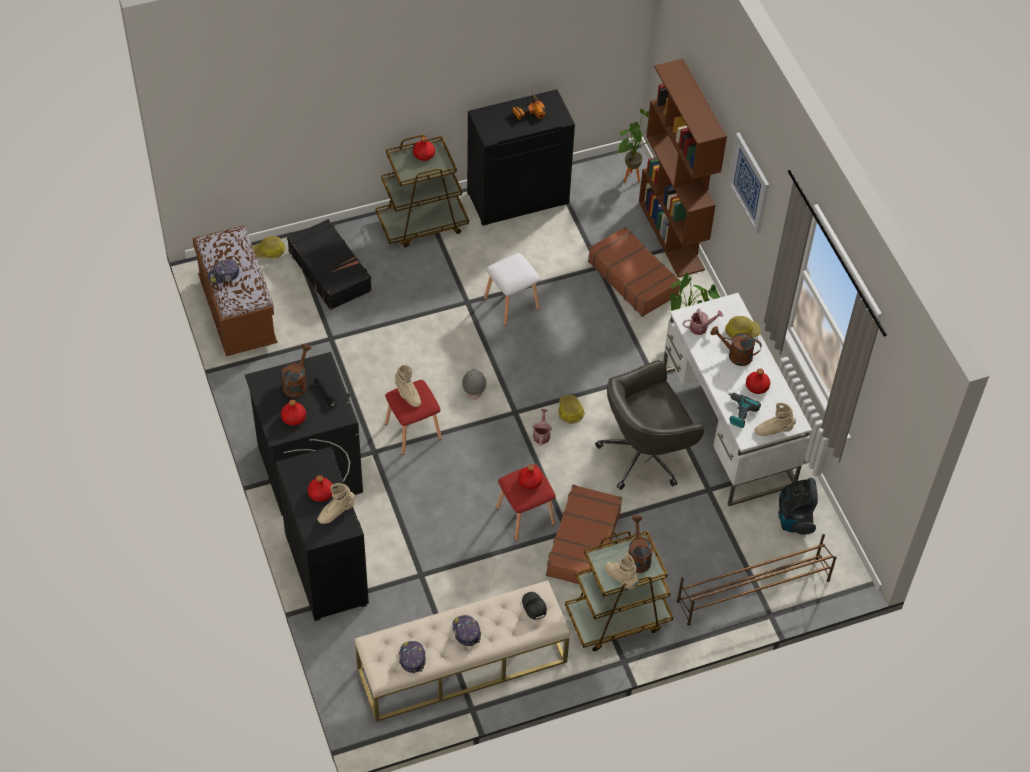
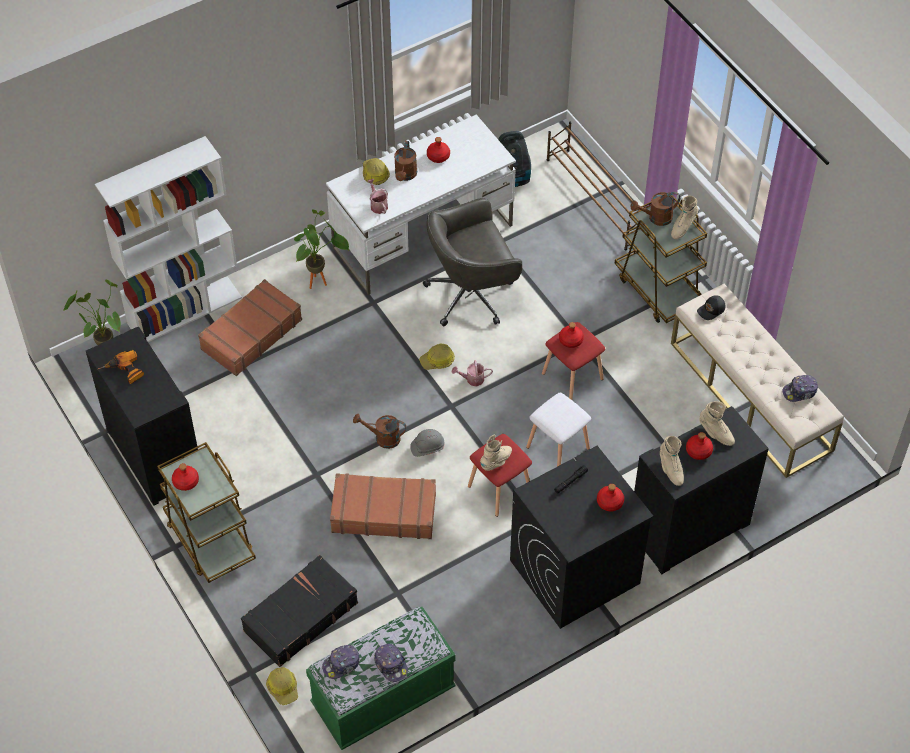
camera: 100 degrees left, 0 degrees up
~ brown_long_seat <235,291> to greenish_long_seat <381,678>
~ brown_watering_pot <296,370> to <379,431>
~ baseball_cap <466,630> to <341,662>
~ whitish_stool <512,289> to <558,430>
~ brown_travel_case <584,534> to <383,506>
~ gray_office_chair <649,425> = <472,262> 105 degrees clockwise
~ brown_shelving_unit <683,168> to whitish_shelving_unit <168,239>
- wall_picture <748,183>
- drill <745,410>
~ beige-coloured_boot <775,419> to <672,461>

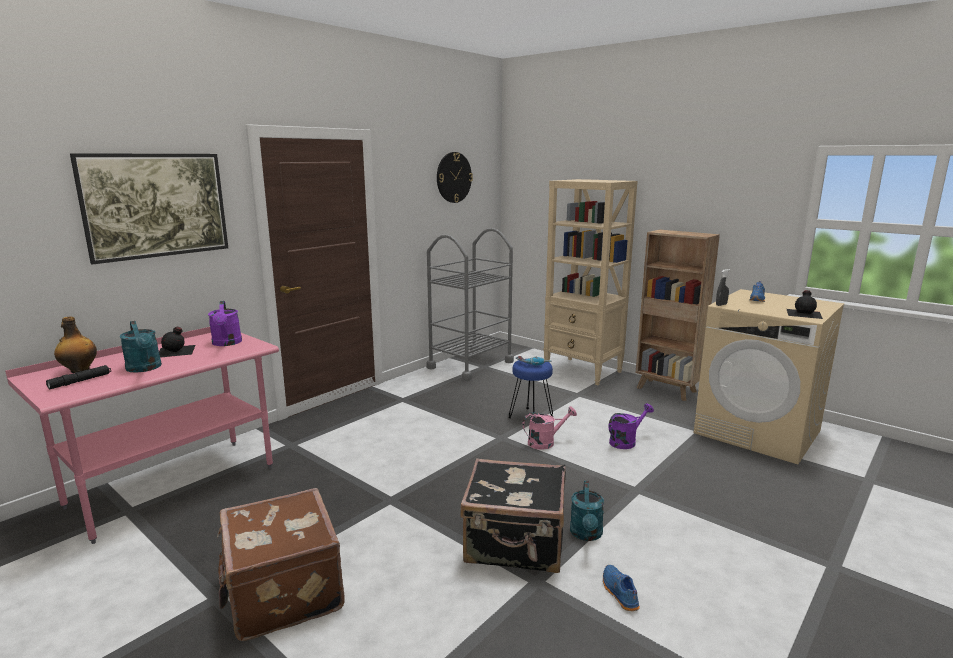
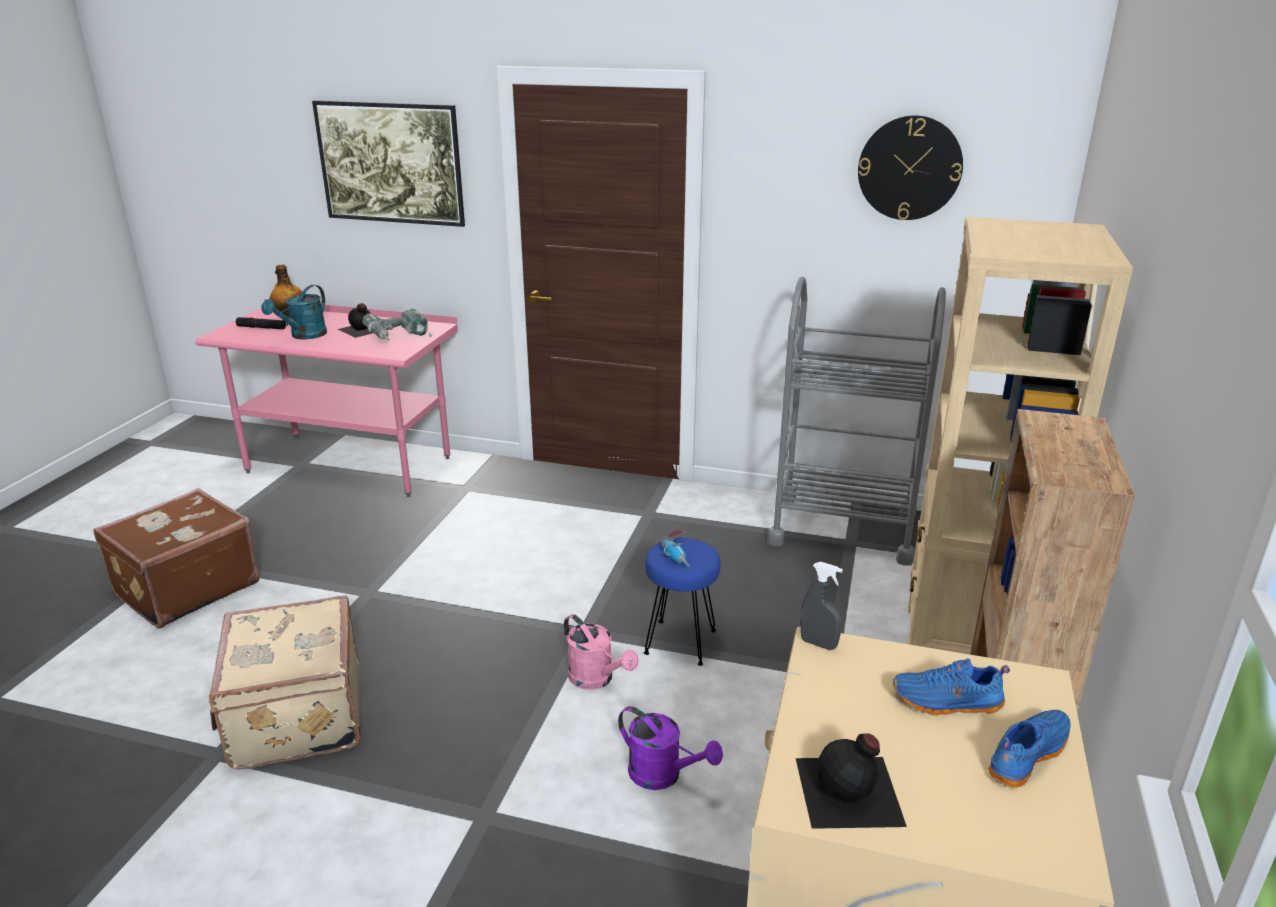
camera: 65 degrees right, 10 degrees up
~ purple-coloured_watering_pot <225,323> to drill <397,324>
~ black-coloured_travel_case <513,515> to beige-coloured_travel_case <284,682>
- turquoise-coloured_watering_pot <587,511>
~ blue-coloured_low_shoe <621,588> to <1029,749>

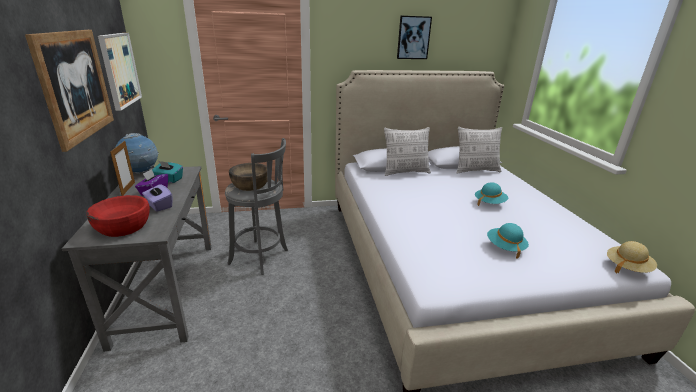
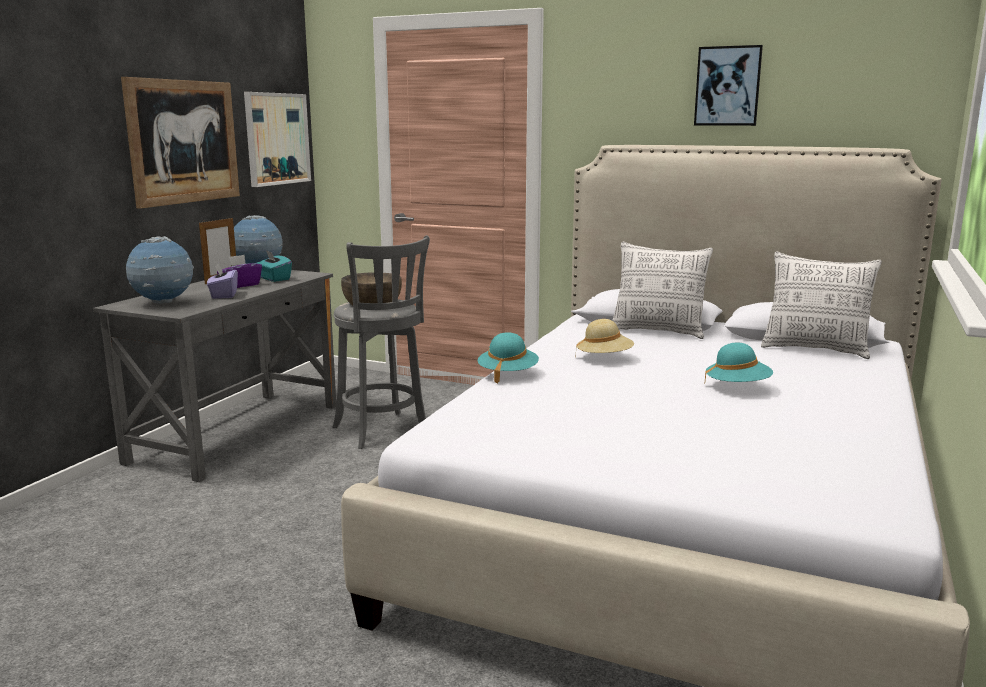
camera: 35 degrees right, 10 degrees down
~ reddish_deep_dish <118,216> to globe <160,270>
~ turquoise-coloured_clothing_hat <508,241> to <508,358>
~ beige-coloured_clothing_hat <632,257> to <605,336>

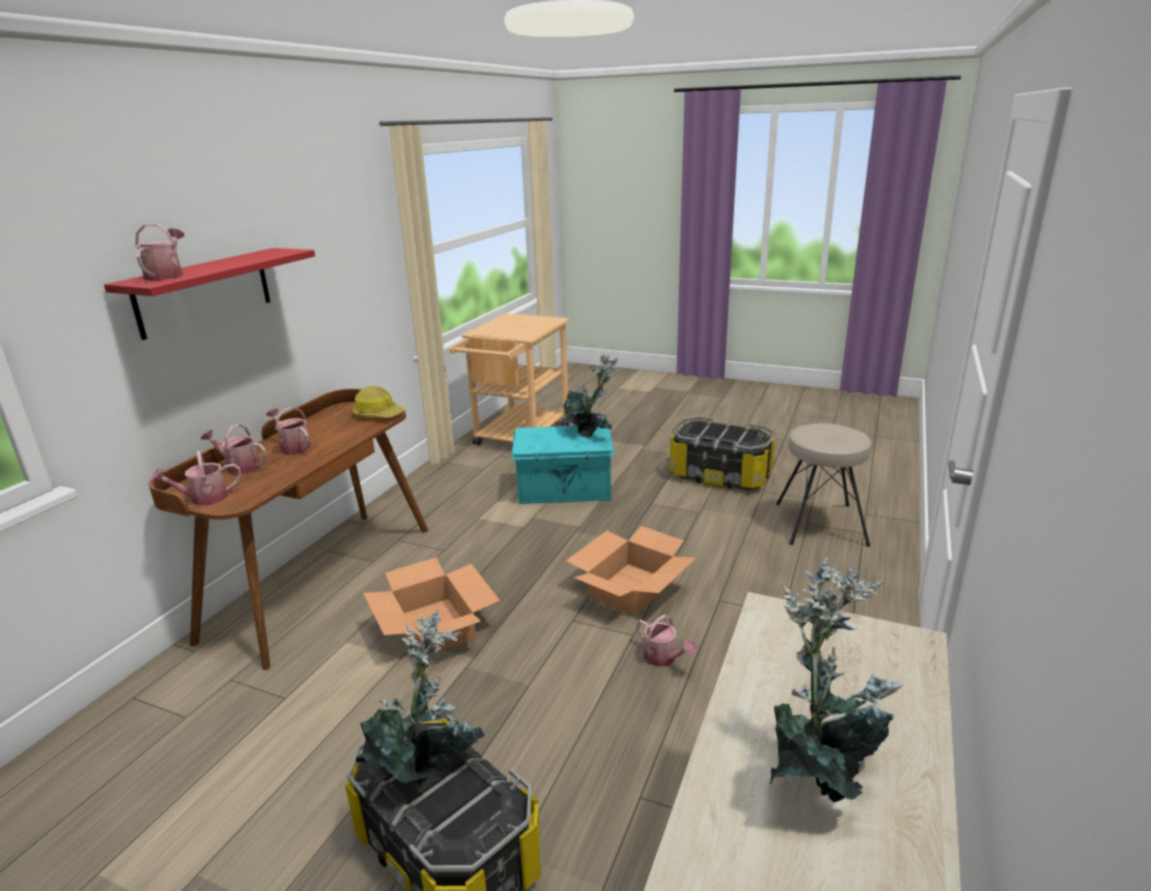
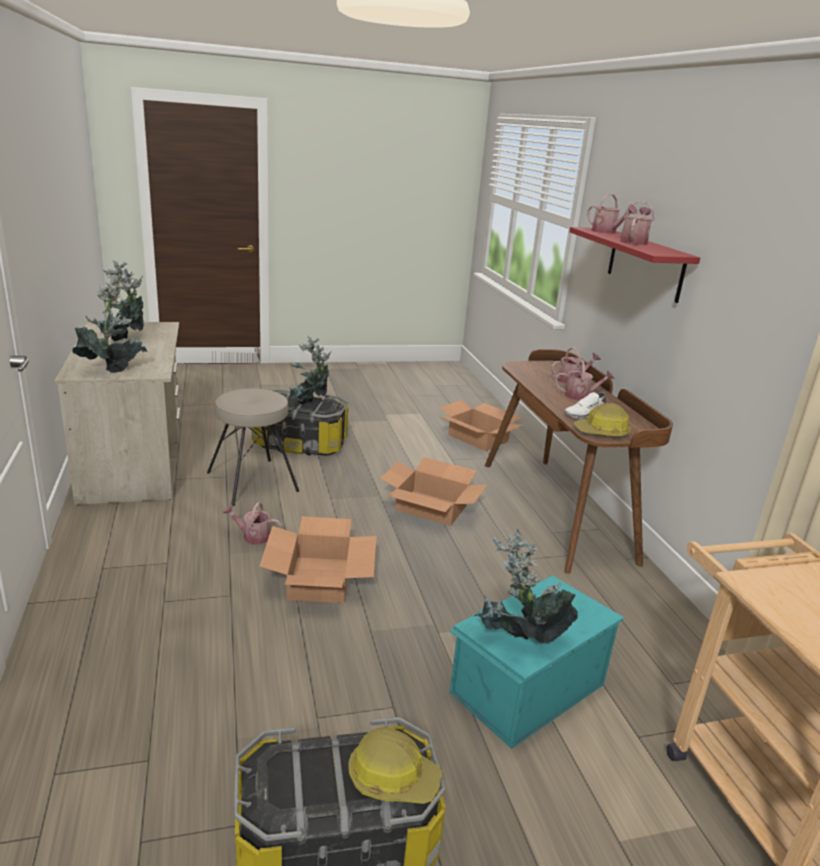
camera: 140 degrees right, 0 degrees up
~ watering_pot <196,478> to <637,223>
~ beige-coloured_stool <823,485> to <253,447>
+ potted_plant <109,323>
+ work_helmet <395,765>
+ cardboard_box <481,425>
+ whitish_low_shoe <585,406>

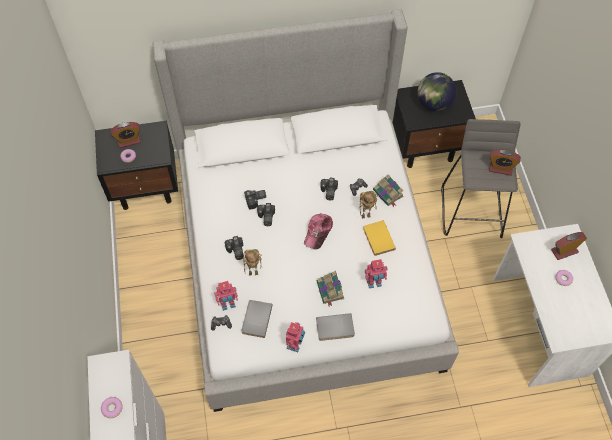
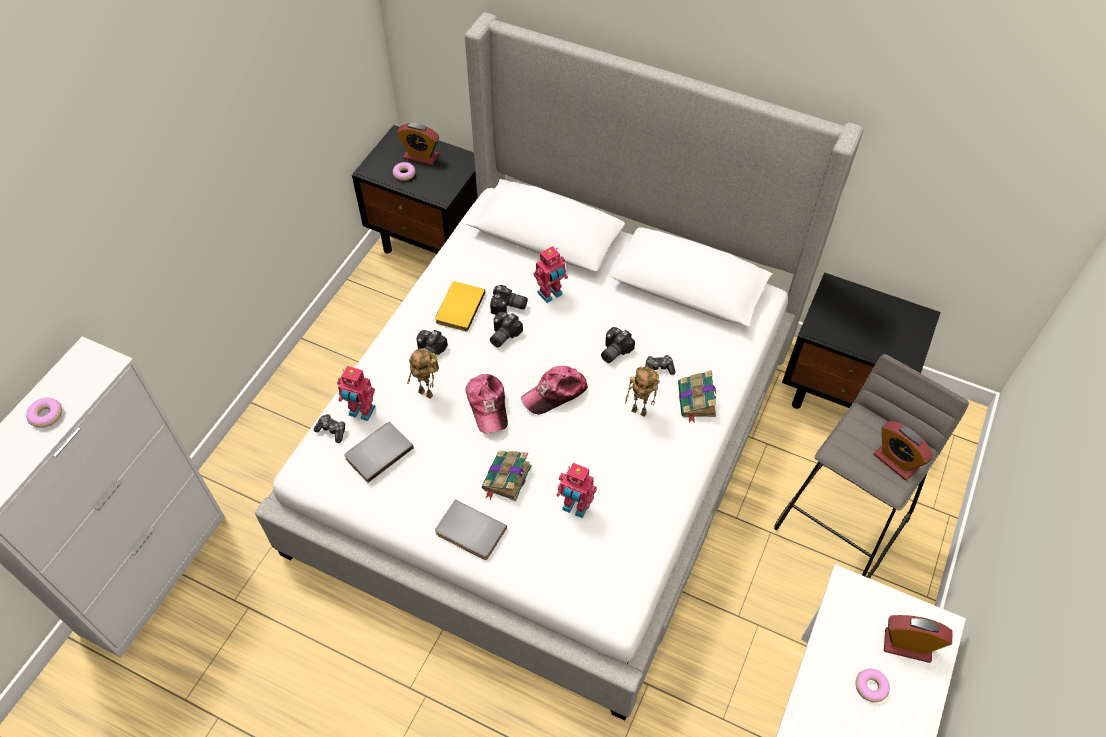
camera: 35 degrees right, 5 degrees down
~ model_robot <295,337> to <551,274>
~ yellow_book <379,238> to <460,307>
- globe <436,91>
+ baseball_cap <486,403>

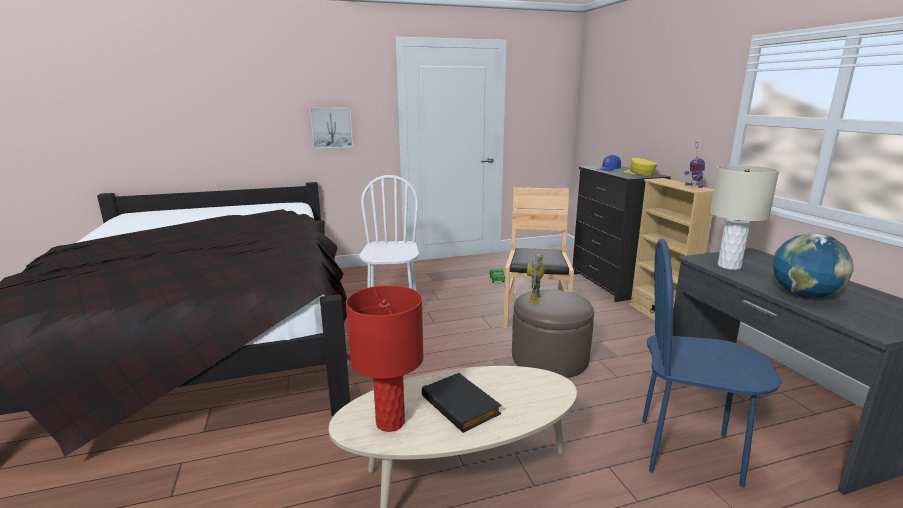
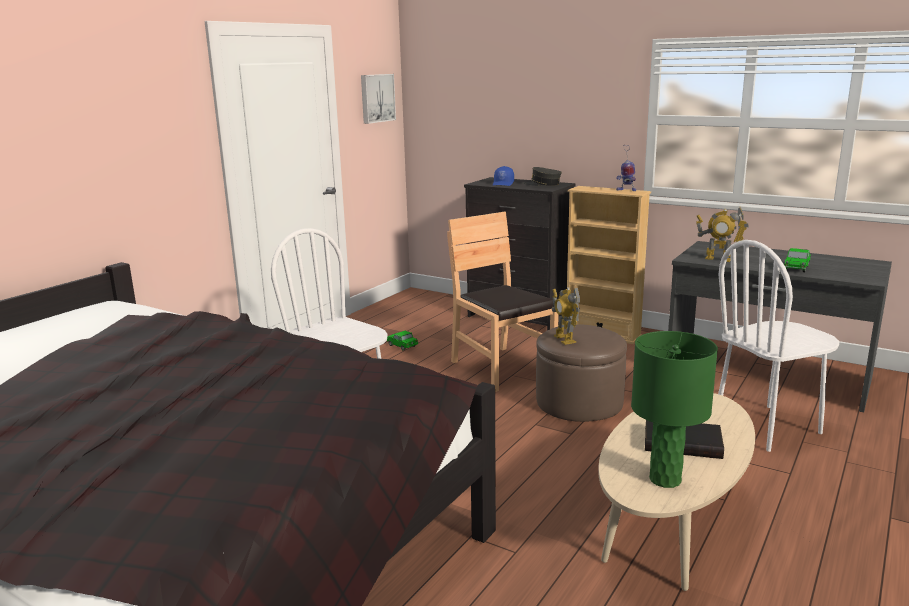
camera: 40 degrees left, 0 degrees up
~ wall_picture <331,128> to <378,99>
~ reddish_tabletop_lamp <385,358> to greenish_tabletop_lamp <674,409>
~ yellow_baseball_cap <640,167> to gray_baseball_cap <543,176>
~ blue-coloured_plain_chair <712,363> to whitish_plain_chair <778,346>
~ beige-coloured_tabletop_lamp <744,217> to model_robot <722,234>
~ globe <813,265> to toy_car <797,260>

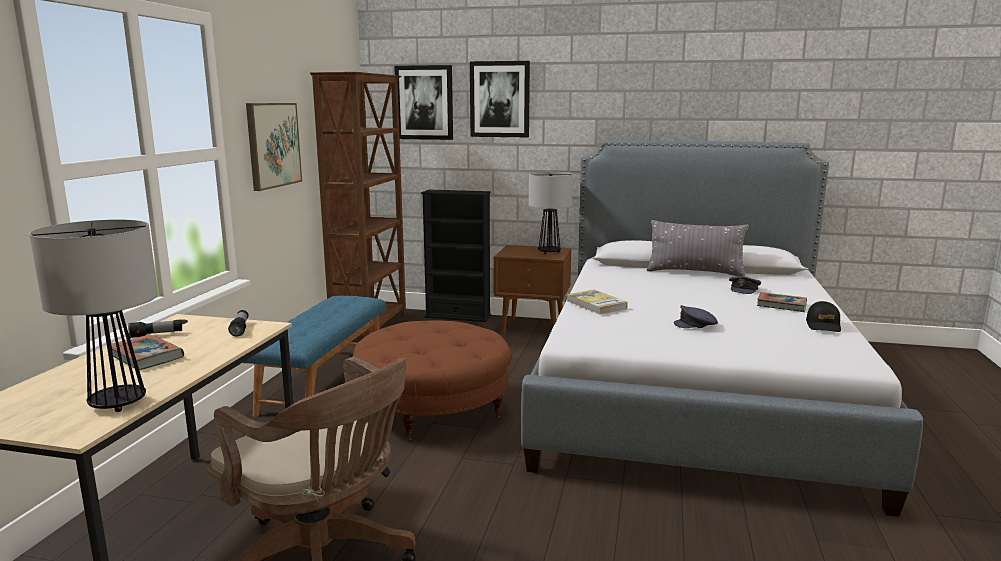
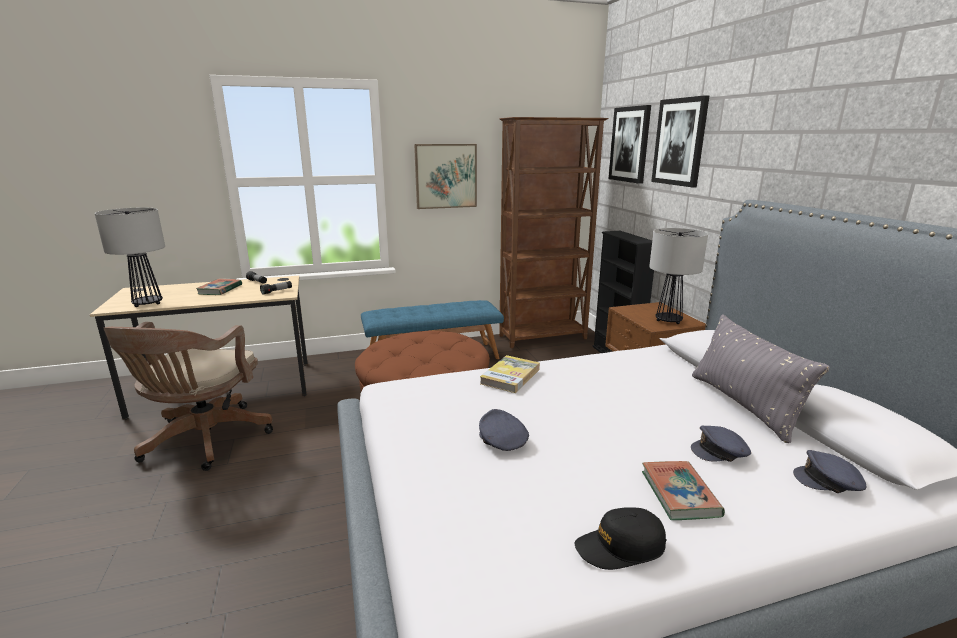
camera: 60 degrees right, 5 degrees up
+ gray_baseball_cap <829,471>

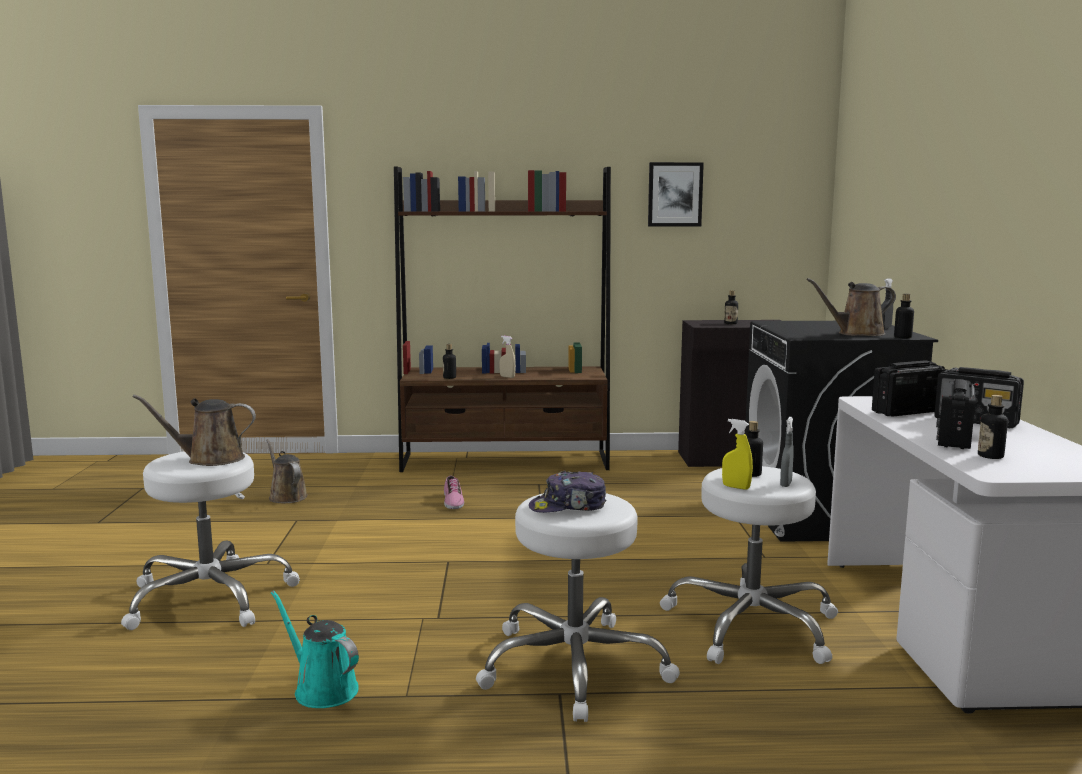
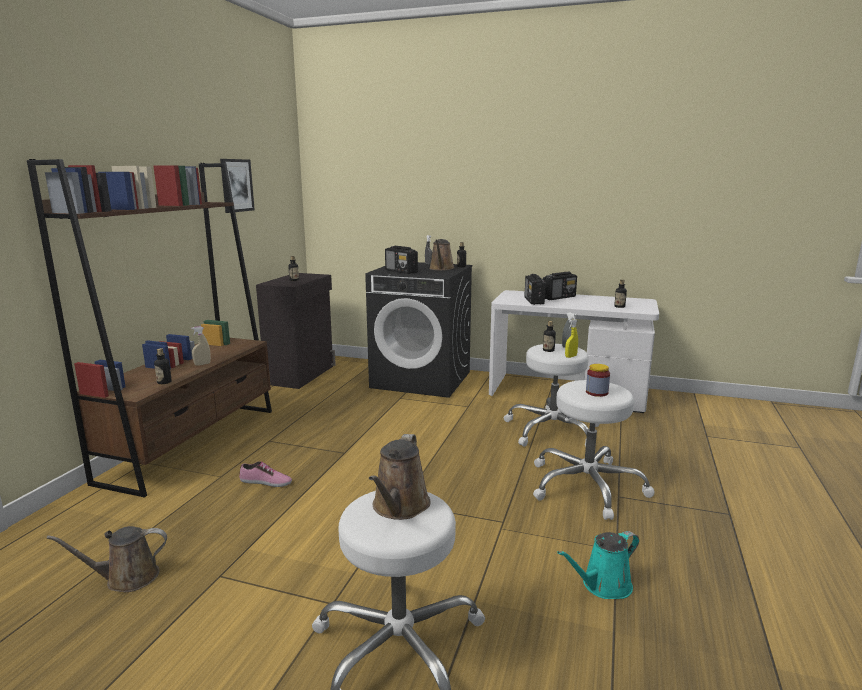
camera: 70 degrees left, 5 degrees up
~ baseball_cap <568,492> to preserve_jar <598,380>
~ radio_set <955,414> to <401,260>

